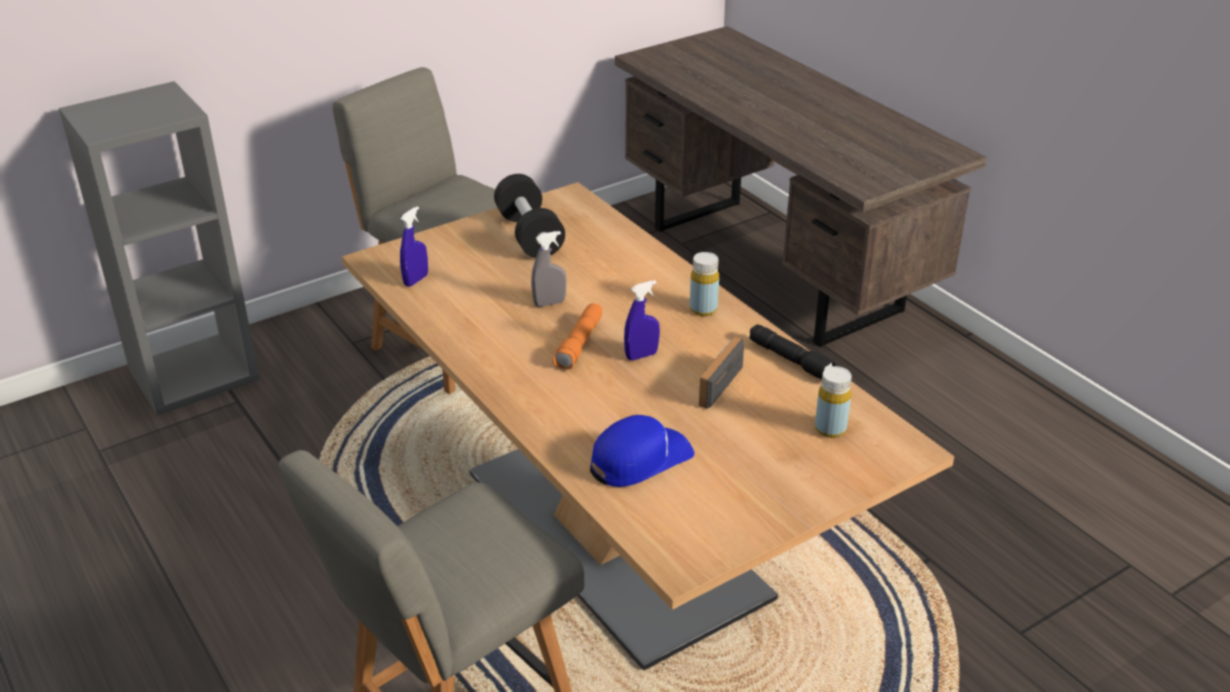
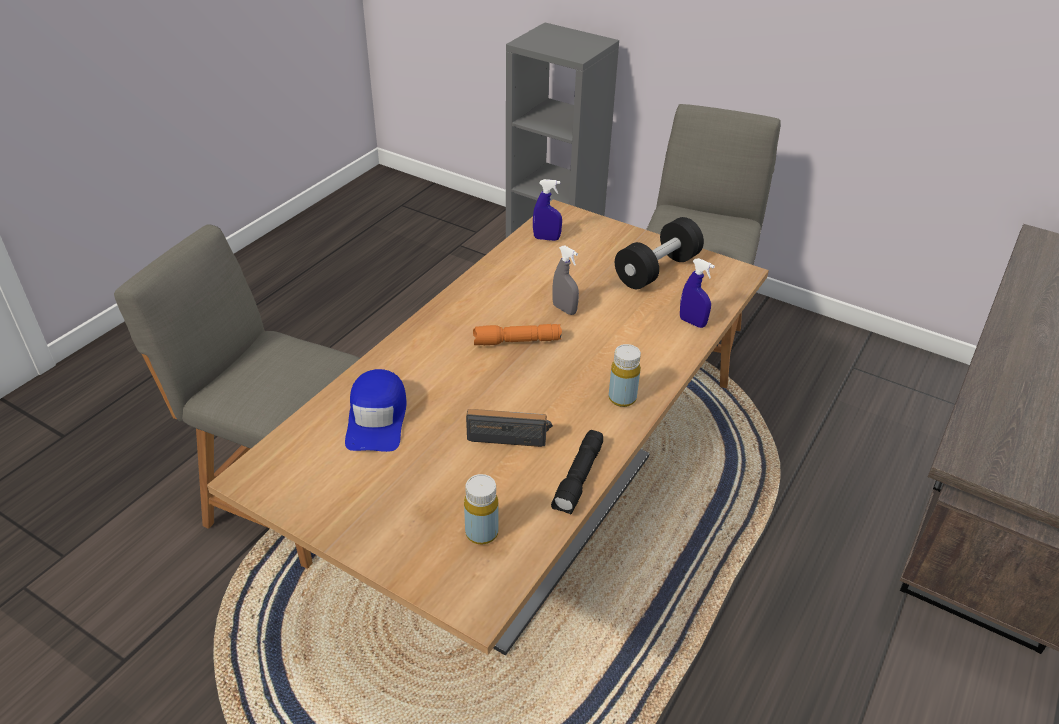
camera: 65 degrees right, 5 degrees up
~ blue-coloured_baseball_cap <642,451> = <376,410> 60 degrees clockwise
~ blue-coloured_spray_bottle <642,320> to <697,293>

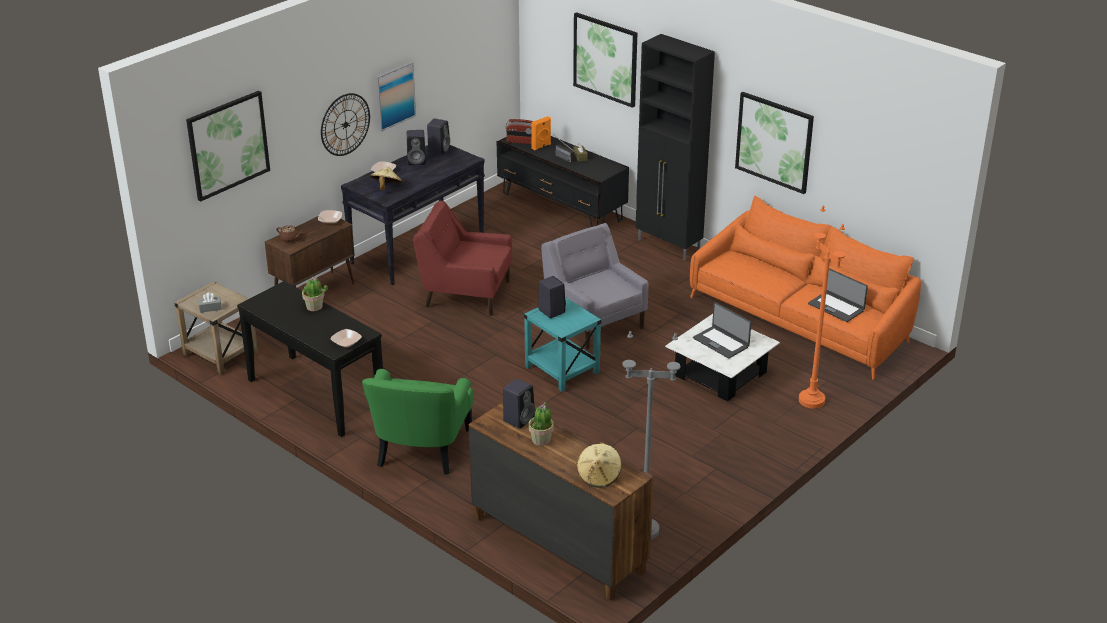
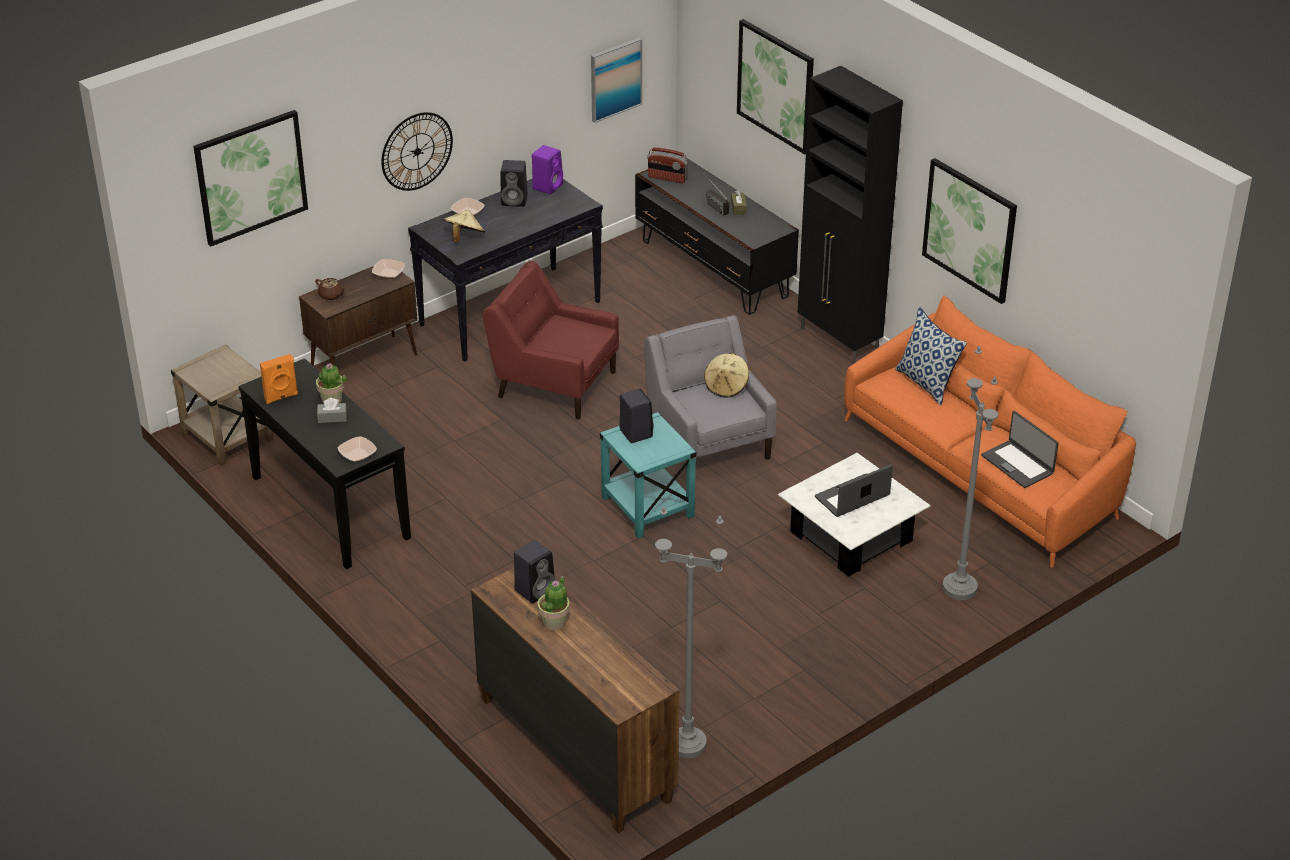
camera: 10 degrees right, 5 degrees up
~ gray_tissue_holder <210,302> to <332,410>
- greenish_easy_chair <418,422>
~ wall_picture <395,96> to <616,80>
~ black-coloured_audio_speaker <438,137> to purple-coloured_audio_speaker <547,169>
~ orange_audio_speaker <541,133> to <279,379>
~ beige-coloured_clothing_hat <599,465> to <726,375>
~ notebook_computer <722,330> = <854,490> 90 degrees clockwise
~ orange_floor_lamp <822,307> to gray_floor_lamp <970,473>
+ cushion <931,356>

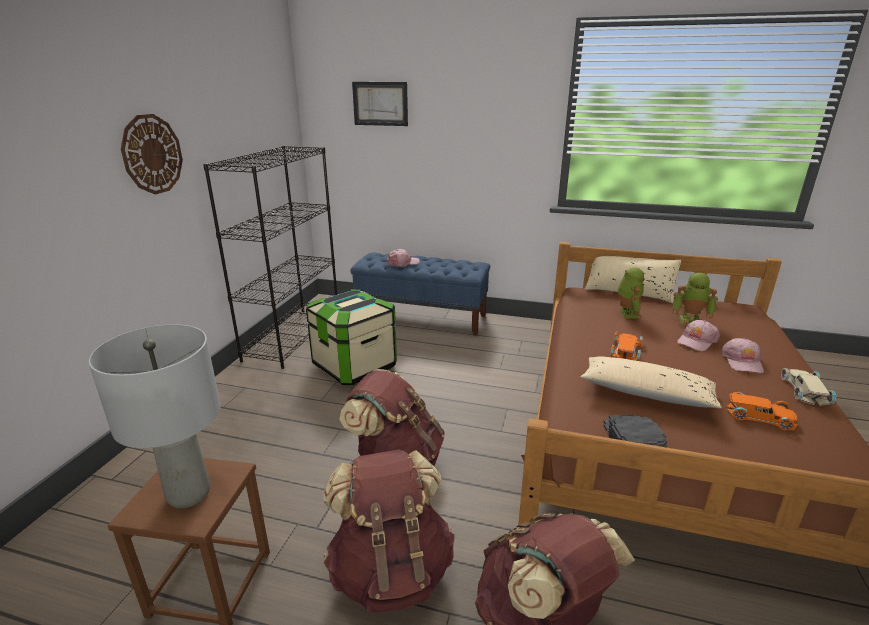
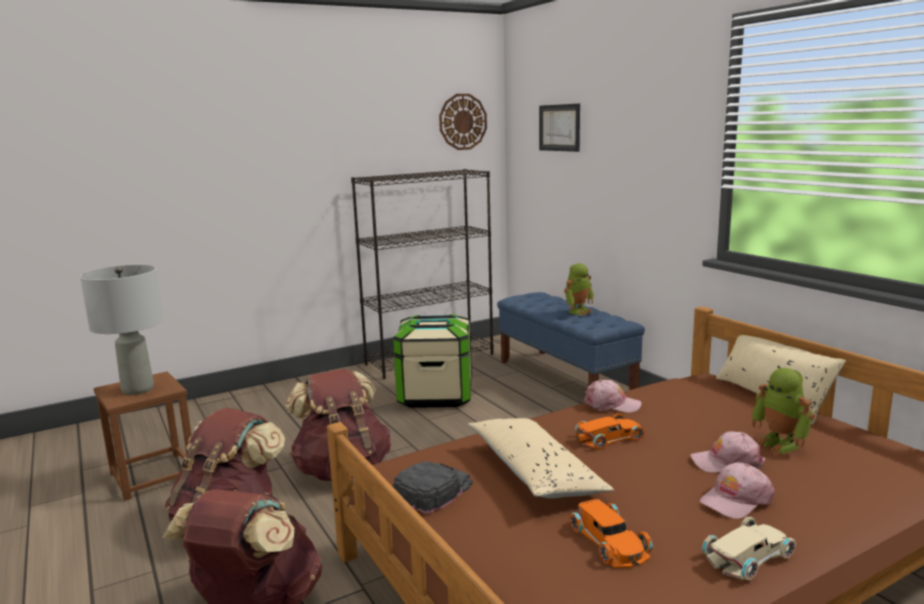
camera: 45 degrees right, 10 degrees down
~ wall_clock <152,154> to <463,122>
~ pink-coloured_baseball_cap <403,258> to <612,396>
~ model_robot <631,293> to <579,289>

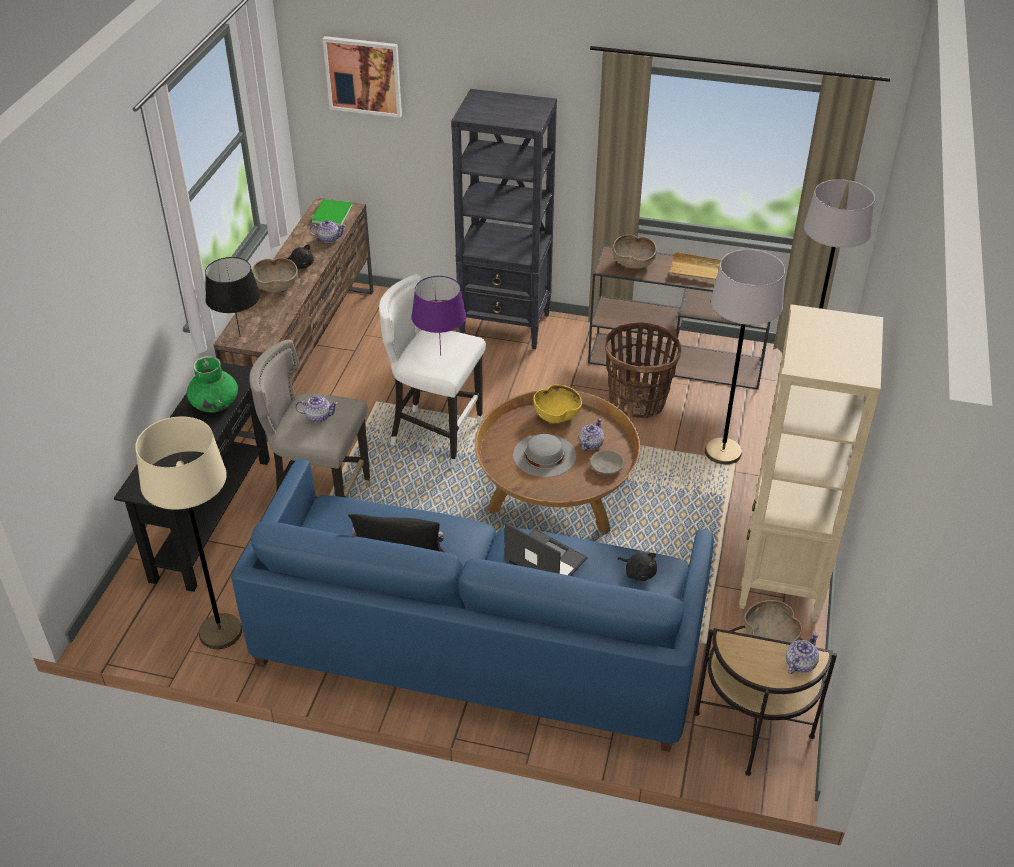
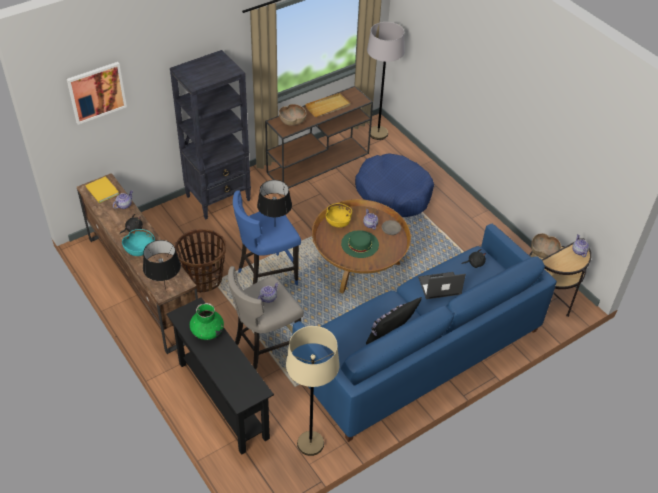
camera: 50 degrees left, 5 degrees up
~ brown_deep_dish <275,274> to turquoise-coloured_deep_dish <138,242>
~ greenish_book <331,213> to yellow_book <102,189>
~ whitish_stool <432,371> to blue-coloured_stool <267,238>
~ purple-coloured_tabletop_lamp <439,316> to black-coloured_tabletop_lamp <274,198>
~ gray_clothing_hat <544,455> to greenish_clothing_hat <360,244>
~ household_basket <643,371> to <200,261>
~ gray_floor_lamp <745,356> to blue-coloured_pet_bed <394,185>
- beige-coloured_shelving_unit <811,463>

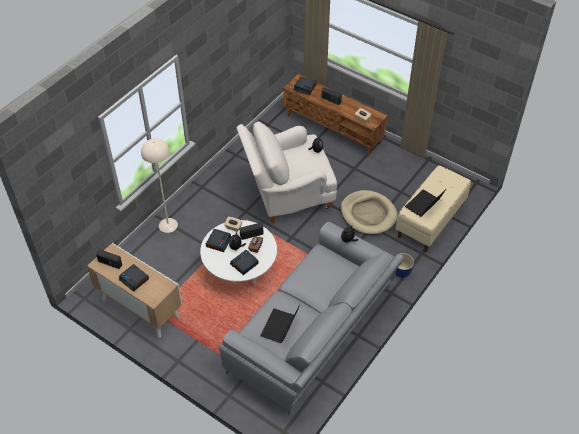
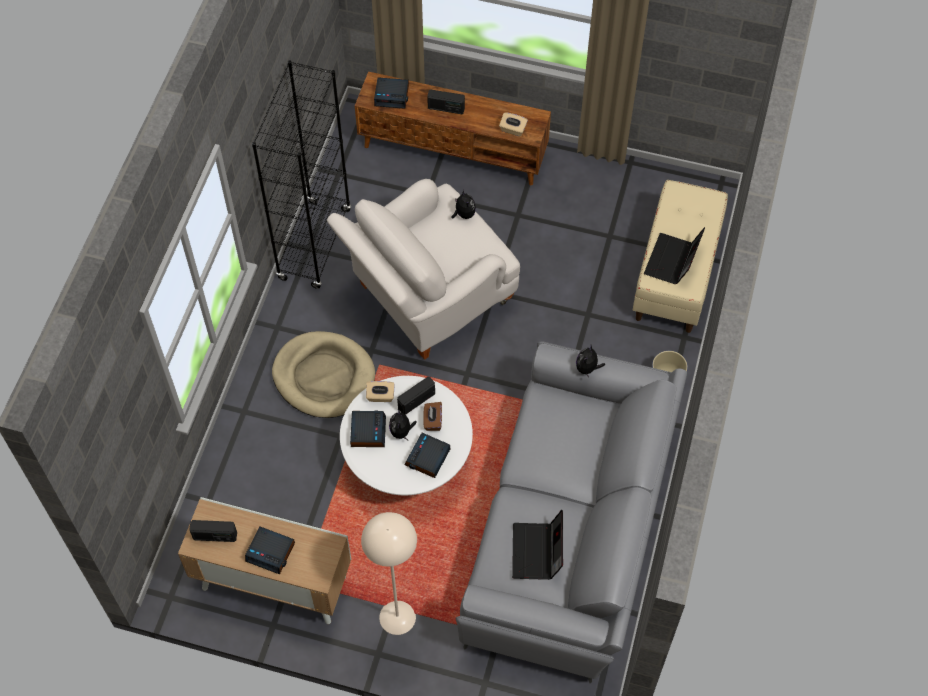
camera: 20 degrees left, 10 degrees up
~ beige-coloured_floor_lamp <159,185> to <389,573>
~ beige-coloured_pet_bed <369,212> to <323,374>
+ black-coloured_shelving_unit <301,174>

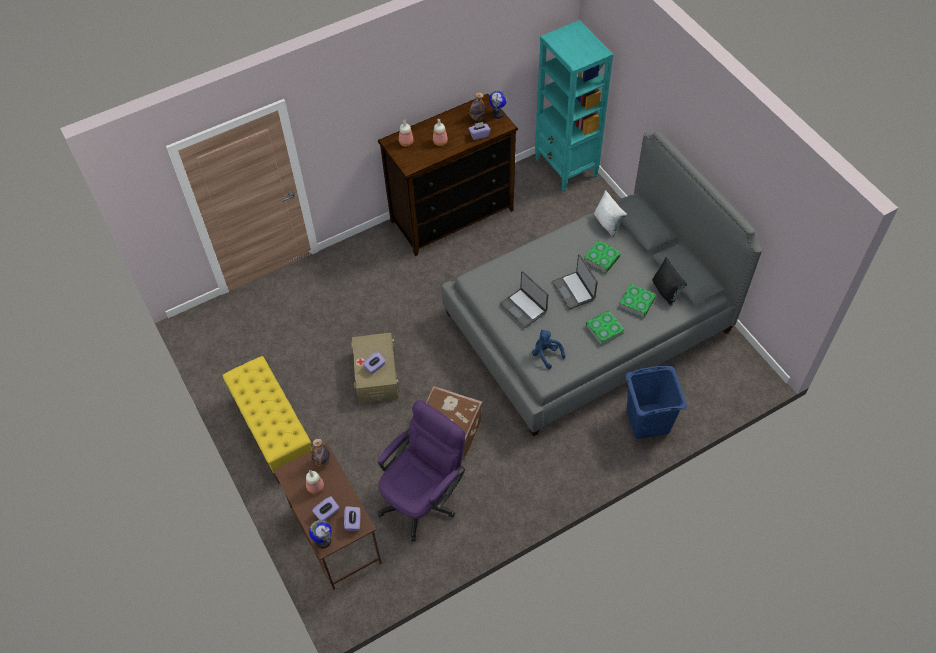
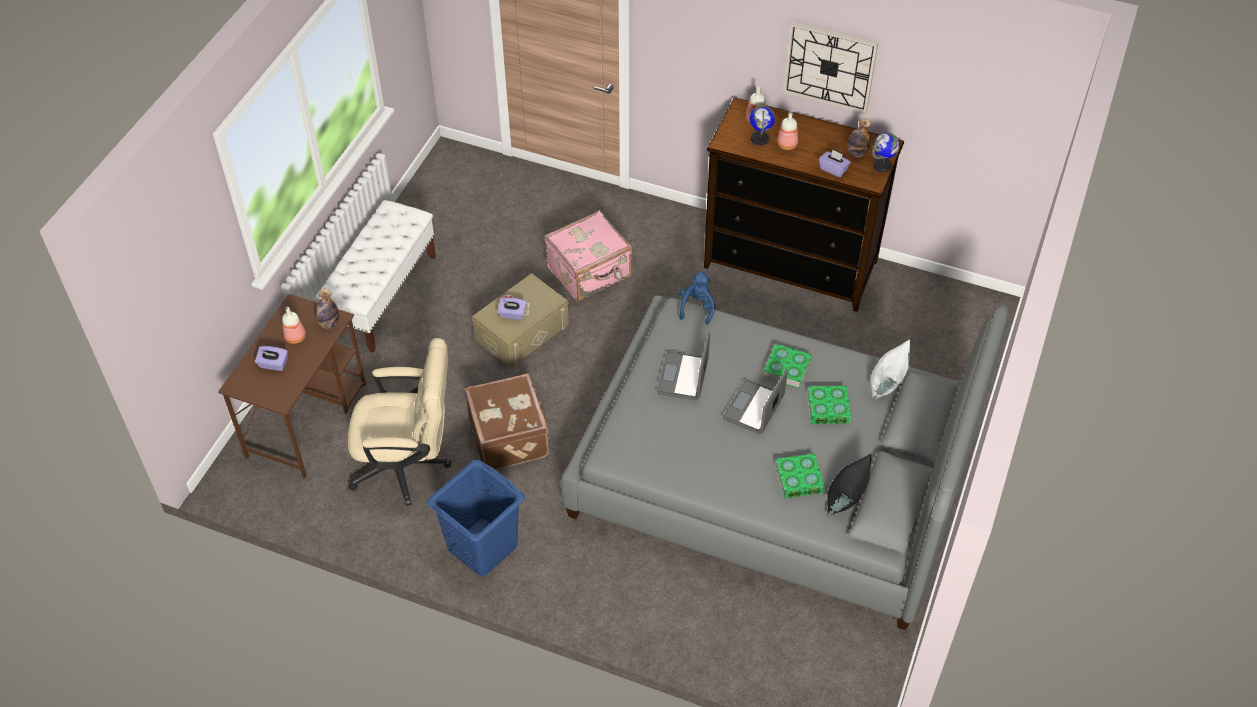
camera: 50 degrees right, 5 degrees down
~ yellow_long_seat <267,420> to whitish_long_seat <375,276>
~ globe <320,534> to <762,125>
- purple-coloured_tissue_holder <352,518>
~ purple-coloured_office_chair <421,470> to beige-coloured_office_chair <399,422>
~ blue-coloured_cuddly_toy <548,349> to <697,298>
- turquoise-coloured_shelving_unit <574,106>
~ book <604,328> to <787,366>
~ blue-coloured_washing_basket <656,402> to <476,517>
+ pink-coloured_travel_case <588,256>
+ wall_clock <830,67>

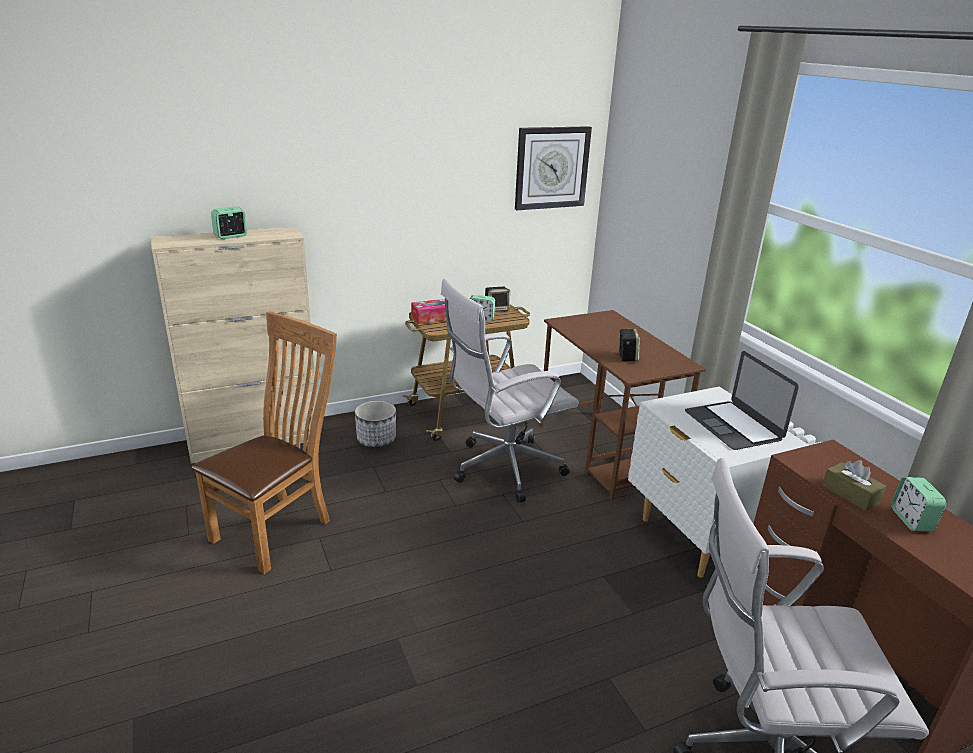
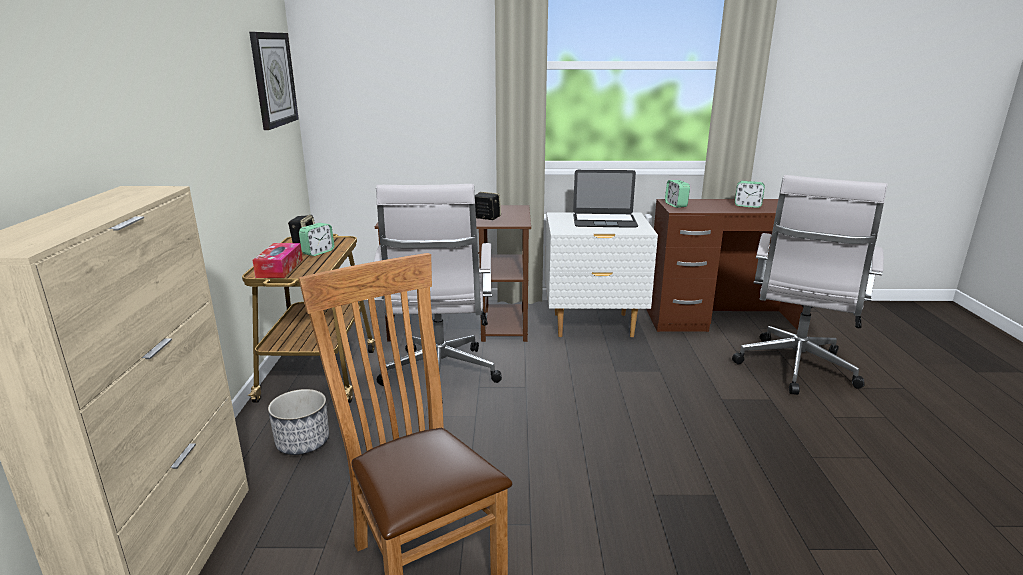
camera: 65 degrees left, 5 degrees down
~ table_clock <229,222> to <677,194>
- brown_tissue_holder <854,485>

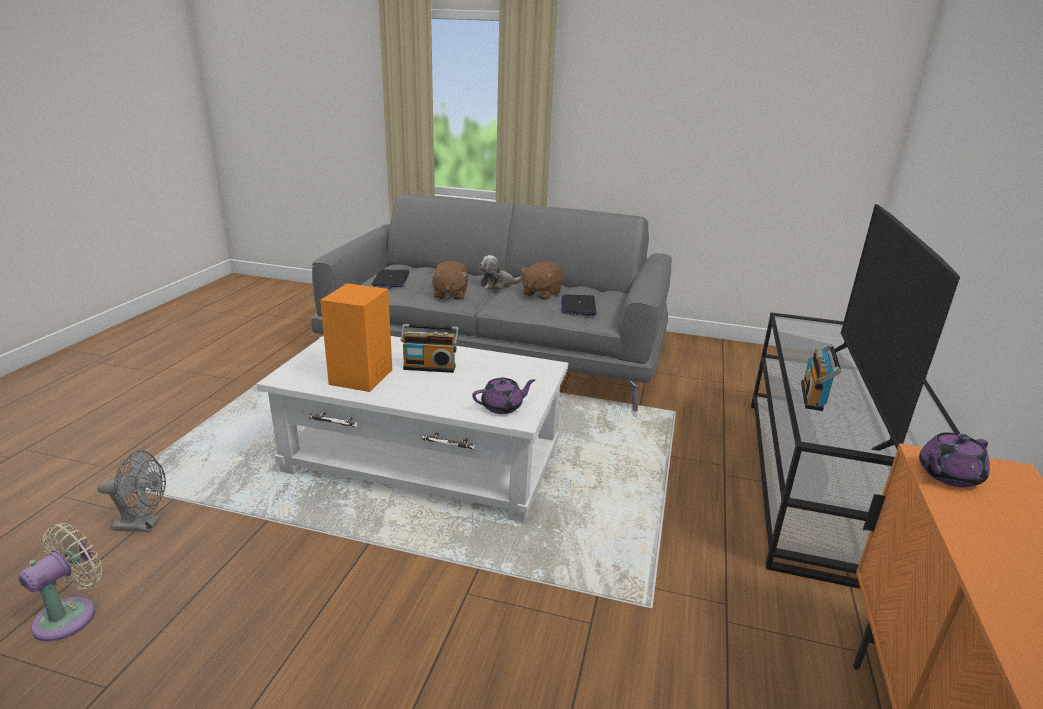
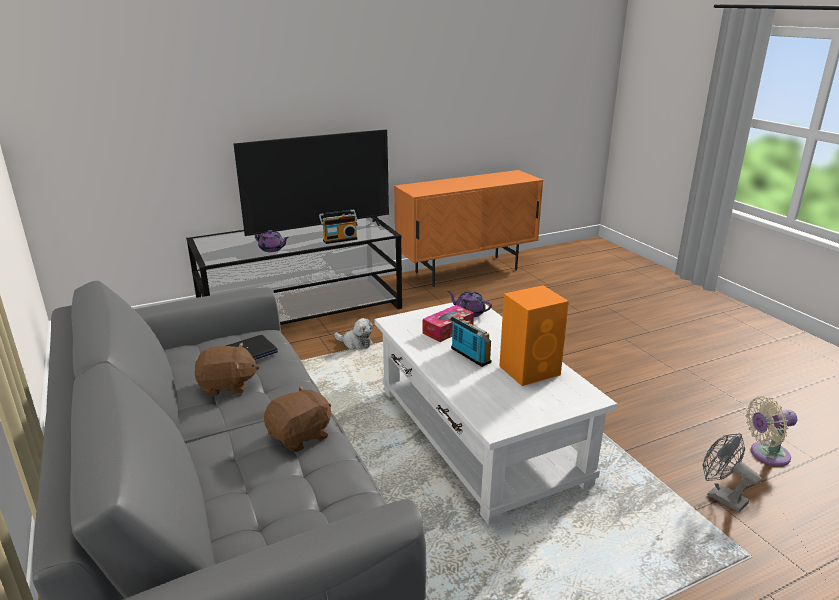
camera: 130 degrees left, 0 degrees up
- notebook_computer <390,278>
~ cuddly_toy <500,272> to <353,334>
~ purple-coloured_teapot <954,459> to <272,241>
+ tissue_holder <448,323>

